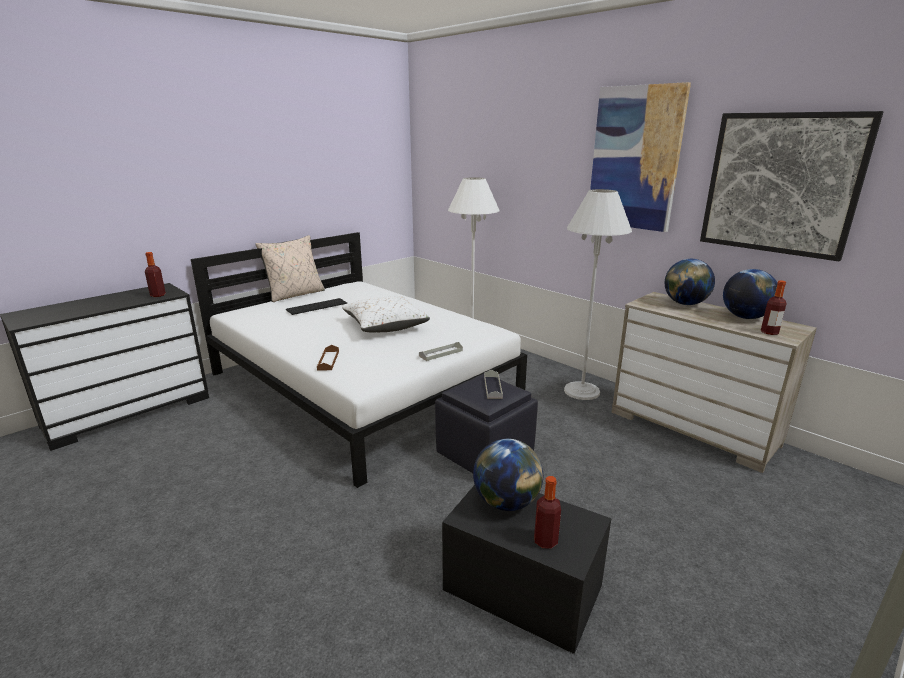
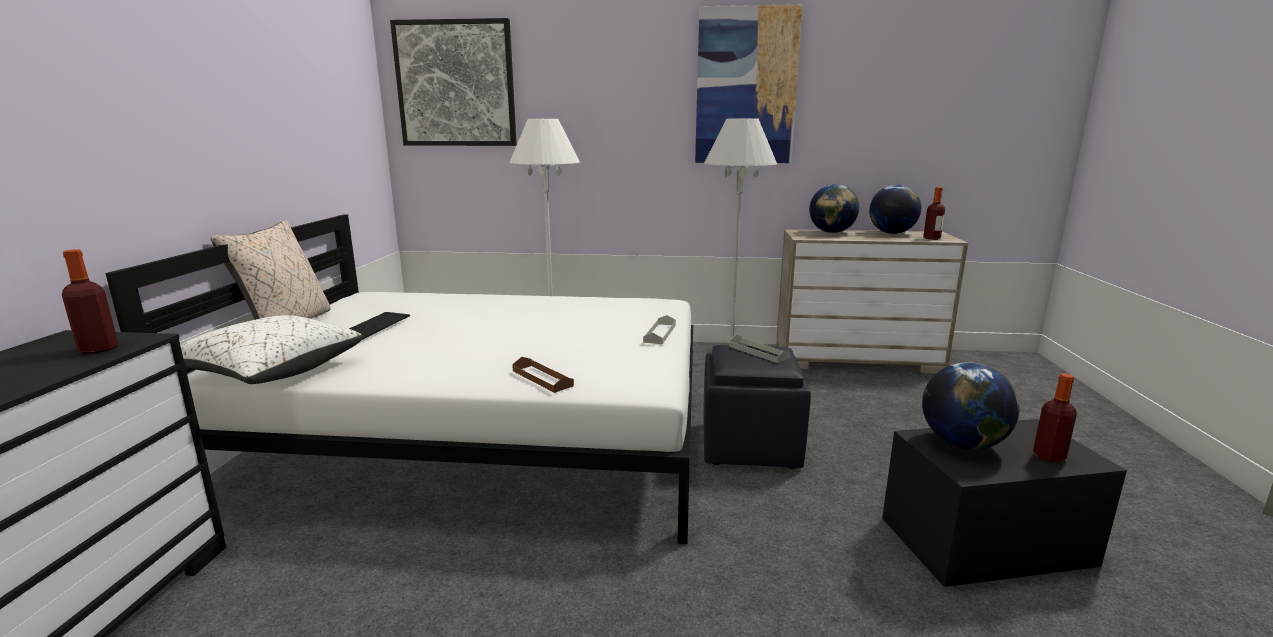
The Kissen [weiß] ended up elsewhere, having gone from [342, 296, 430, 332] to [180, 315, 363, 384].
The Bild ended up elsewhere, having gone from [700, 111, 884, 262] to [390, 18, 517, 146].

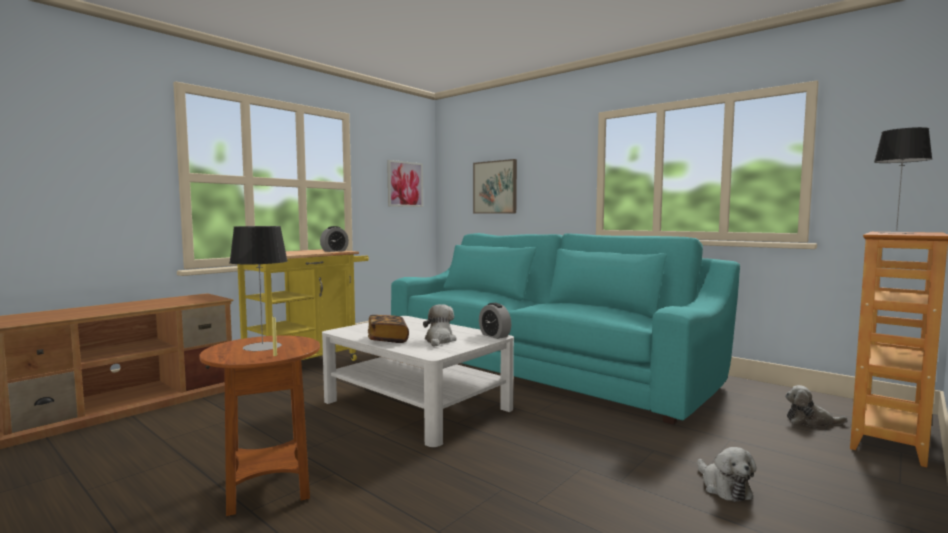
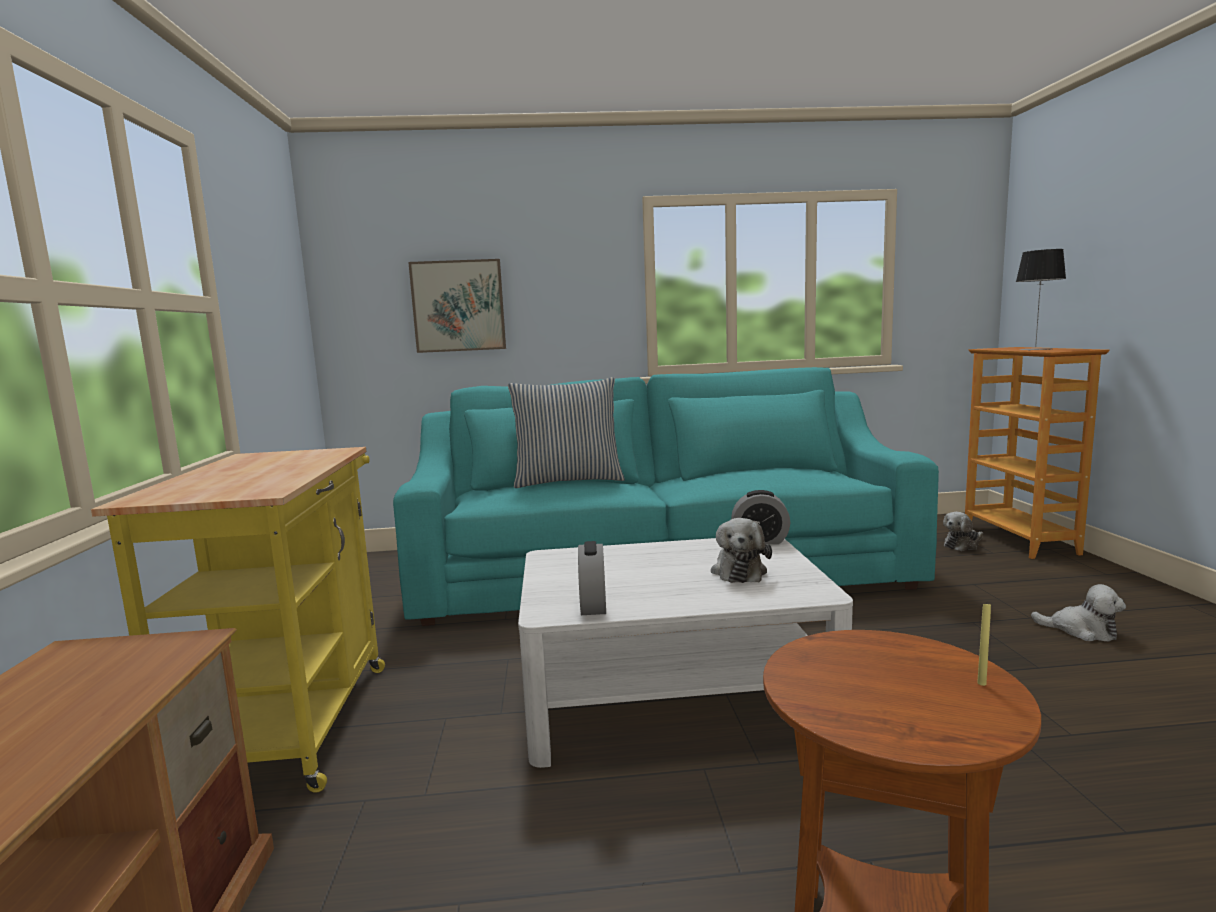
The second view gained the Kissen at [508, 377, 625, 488].
The Wecker ended up elsewhere, having gone from [320, 226, 349, 252] to [578, 541, 606, 615].
The Plüschtier at [423, 304, 457, 347] ended up facing another way, 135 degrees counterclockwise from before.
The second view lost the Tischlampe at [229, 226, 287, 352].
The second view lost the Buch at [368, 315, 409, 343].
The second view lost the Bild at [387, 160, 423, 207].

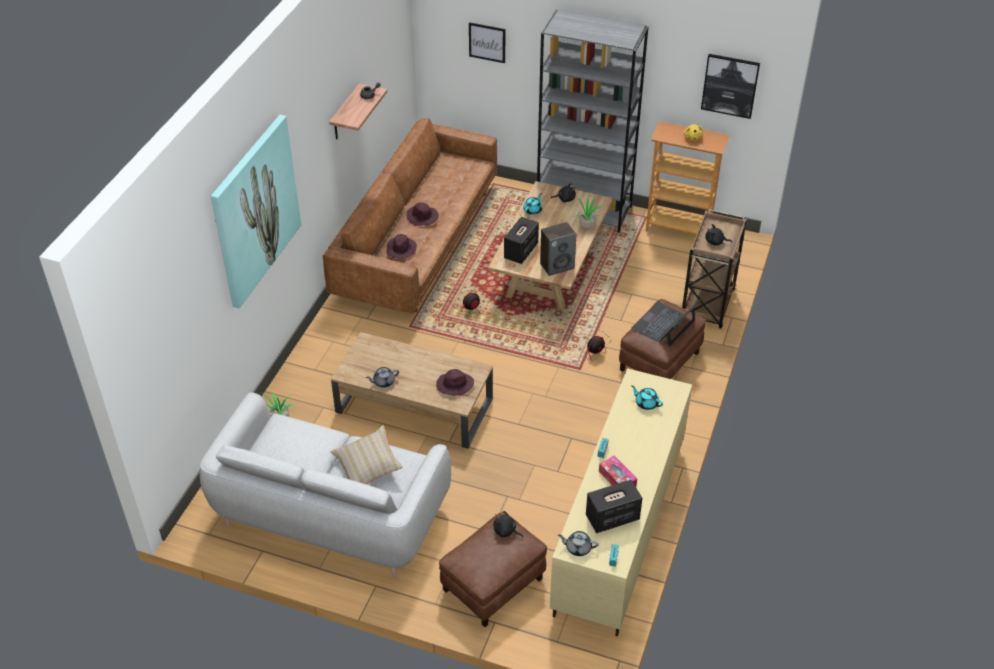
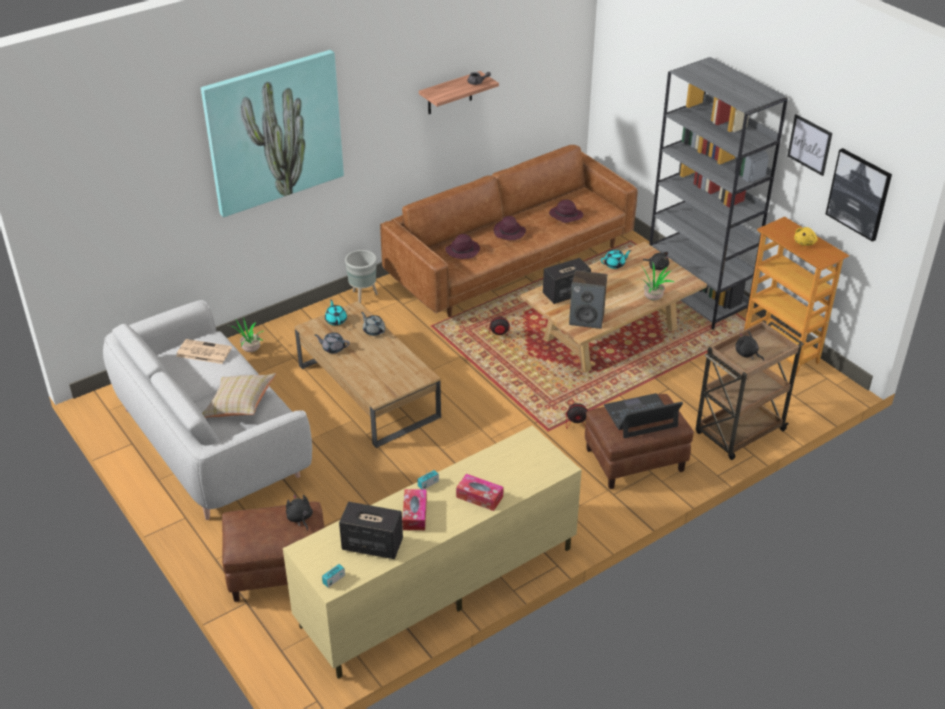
The second view gained the Zeitung at [176, 339, 232, 364].
The Teekanne [türkis] ended up elsewhere, having gone from [631, 385, 663, 410] to [325, 299, 347, 325].
The second view gained the Pflanzkübel [grau] at [345, 250, 378, 303].
The Teekanne [grau] ended up elsewhere, having gone from [558, 531, 599, 556] to [361, 312, 385, 336].
The second view gained the Taschentuchbox at [456, 474, 503, 511].
The Hut [lila] ended up elsewhere, having gone from [436, 369, 474, 396] to [549, 200, 583, 223].
The Bild ended up elsewhere, having gone from [469, 22, 505, 63] to [787, 114, 832, 176].

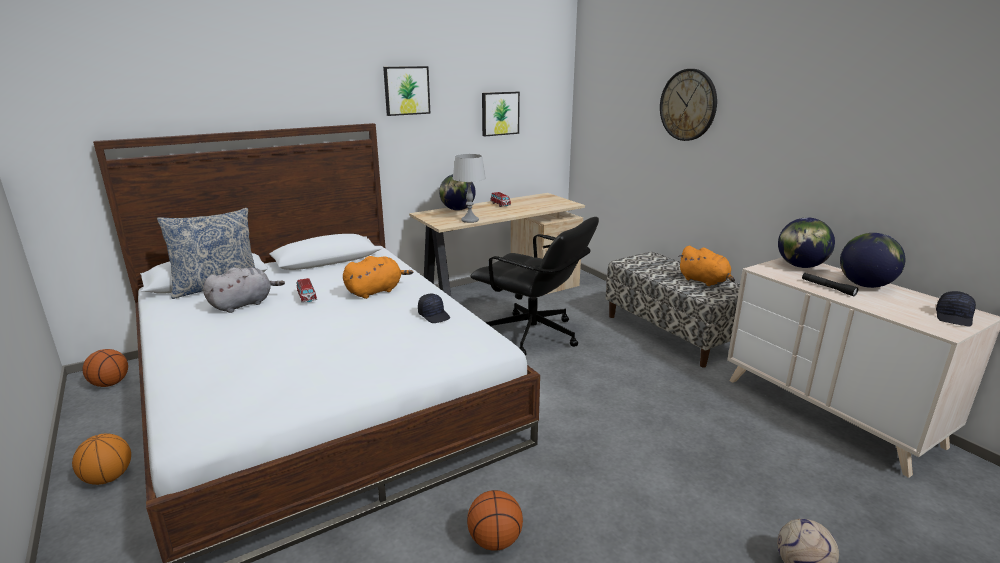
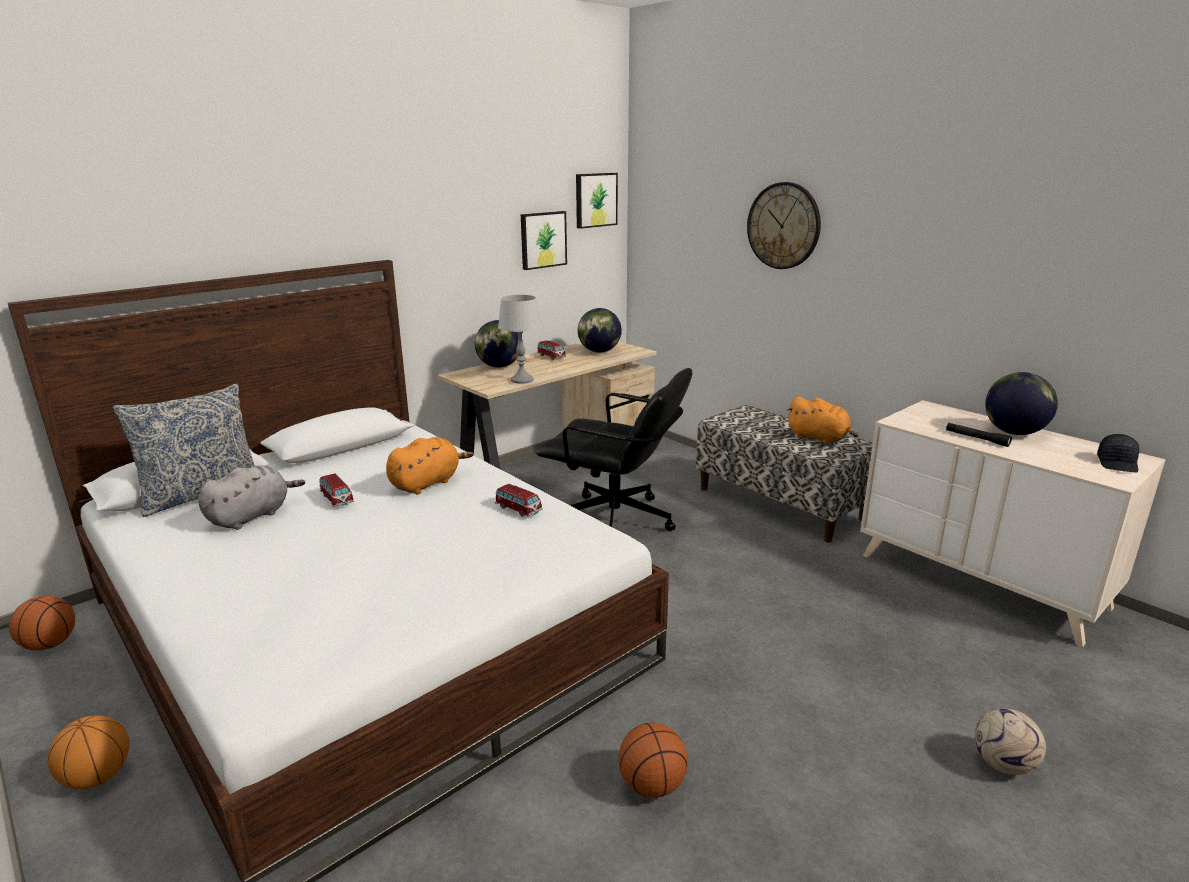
Where the Kappe [schwarz] stood at [418, 294, 450, 323], the Spielzeugauto came to stand at [495, 484, 542, 517].
The Bild ended up elsewhere, having gone from [383, 66, 431, 116] to [576, 173, 618, 229].
The Globus ended up elsewhere, having gone from [778, 218, 835, 268] to [578, 308, 622, 353].

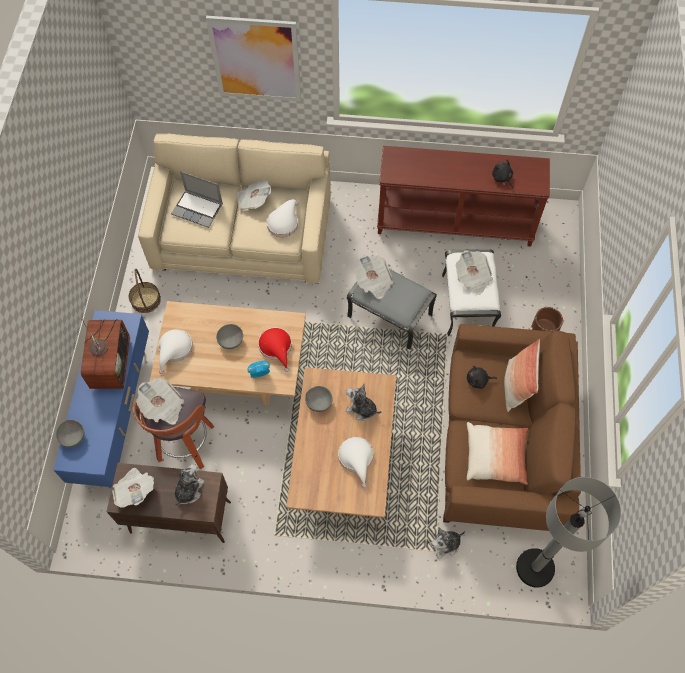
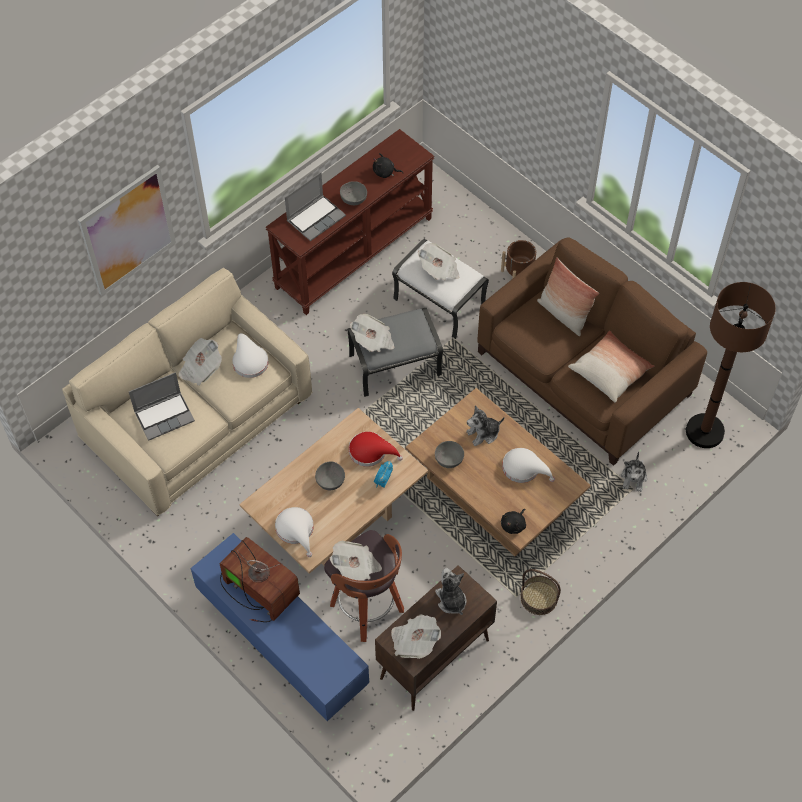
The second view gained the Laptop at [285, 172, 346, 241].
The Schüssel [grau] ended up elsewhere, having gone from [56, 420, 84, 448] to [340, 181, 367, 205].
The Plüschtier [schwarz] ended up elsewhere, having gone from [467, 366, 497, 389] to [501, 509, 526, 534].
The Korb ended up elsewhere, having gone from [129, 269, 161, 313] to [520, 569, 561, 615].
What was the Stehlampe [grau] at [516, 477, 621, 588] turned into the Stehlampe [braun] at [686, 282, 776, 448].

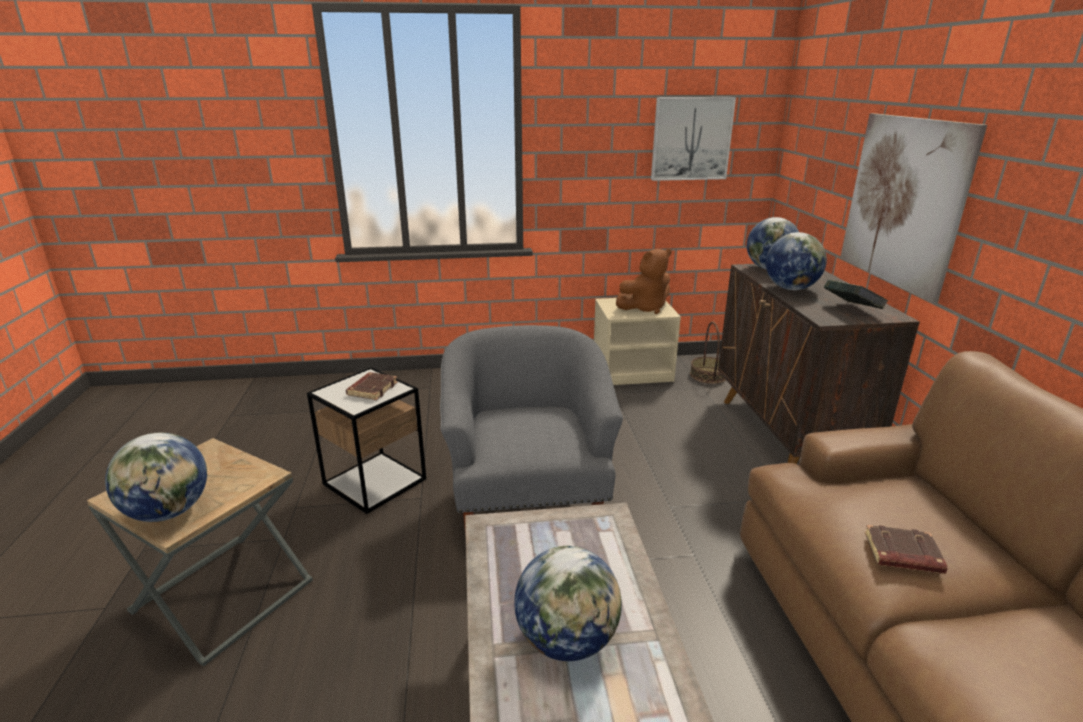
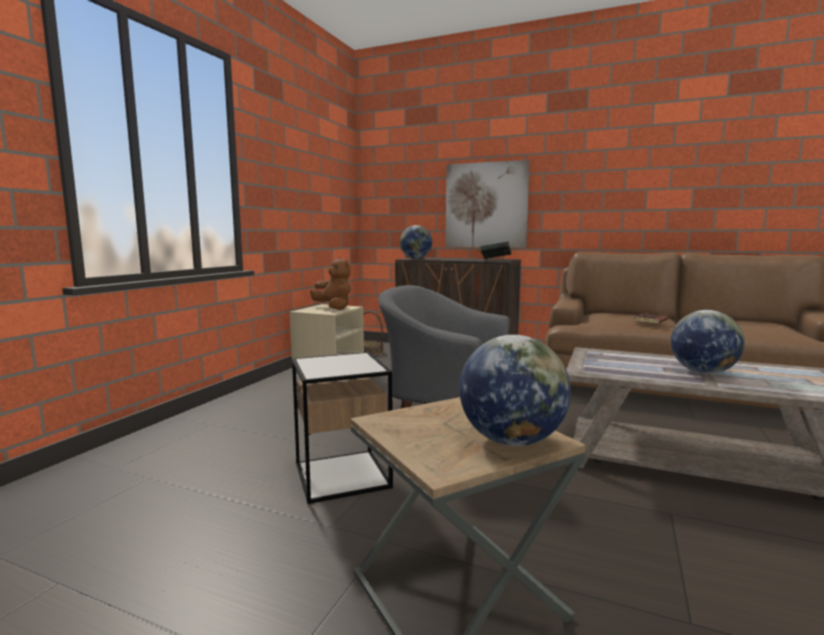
The Plüschtier [braun] at [616, 249, 671, 314] ended up facing another way, 45 degrees counterclockwise from before.
The second view lost the Buch [braun] at [346, 372, 398, 400].
The second view lost the Bild at [651, 97, 736, 181].
The second view lost the Globus at [766, 232, 827, 290].

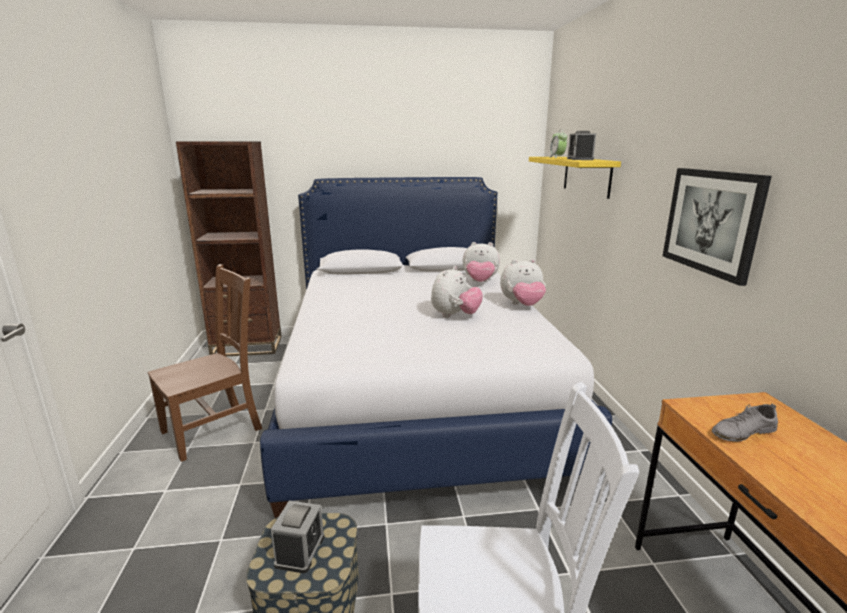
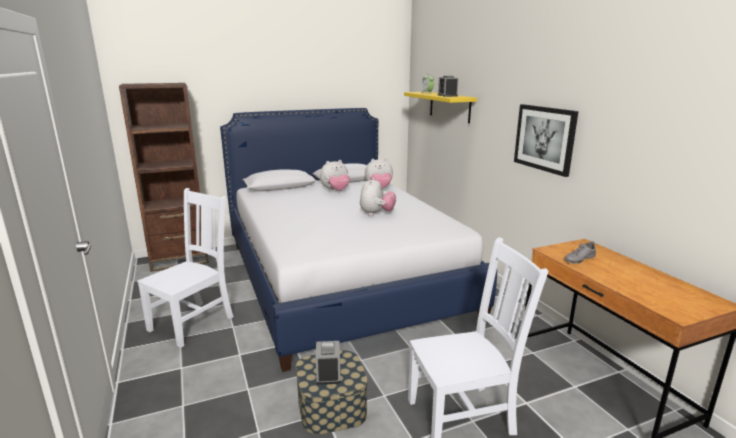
What was the Stuhl [braun] at [148, 264, 262, 462] turned into the Stuhl [weiß] at [137, 188, 234, 348].
The Plüschtier ended up elsewhere, having gone from [500, 259, 546, 306] to [320, 160, 350, 191].

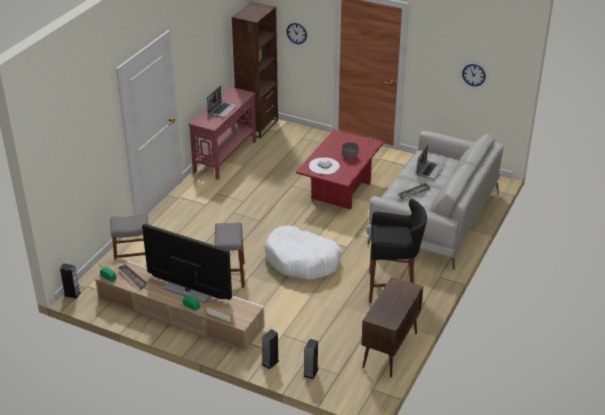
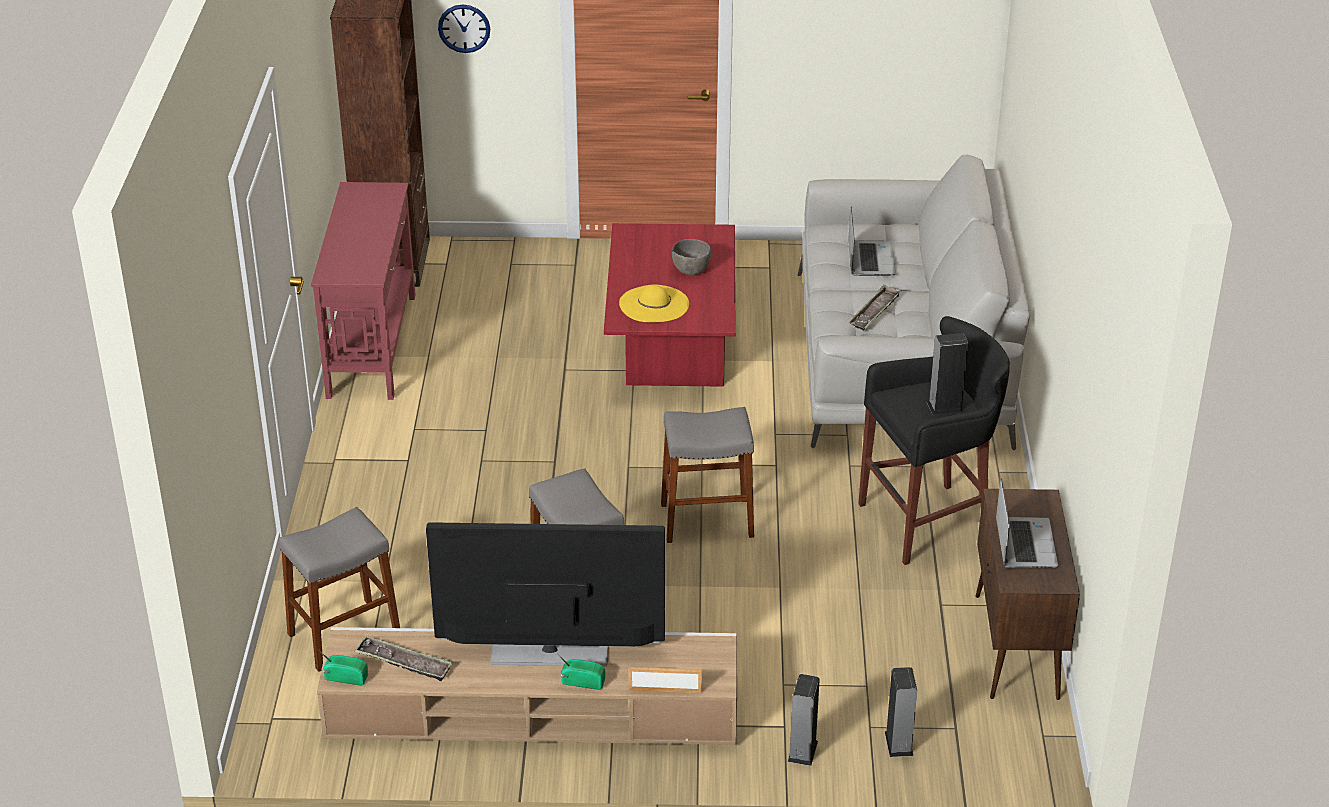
What was the Hut [weiß] at [309, 158, 340, 174] turned into the Hut [gelb] at [619, 285, 689, 322].
Where the Hundebett [weiß] stood at [265, 226, 342, 280], the Hocker [grau] came to stand at [661, 407, 754, 543].
The Lautsprecher ended up elsewhere, having gone from [60, 263, 81, 299] to [927, 333, 968, 415].
The Laptop ended up elsewhere, having gone from [207, 86, 237, 118] to [996, 478, 1058, 568].
The second view lost the Wanduhr at [462, 64, 486, 86].

